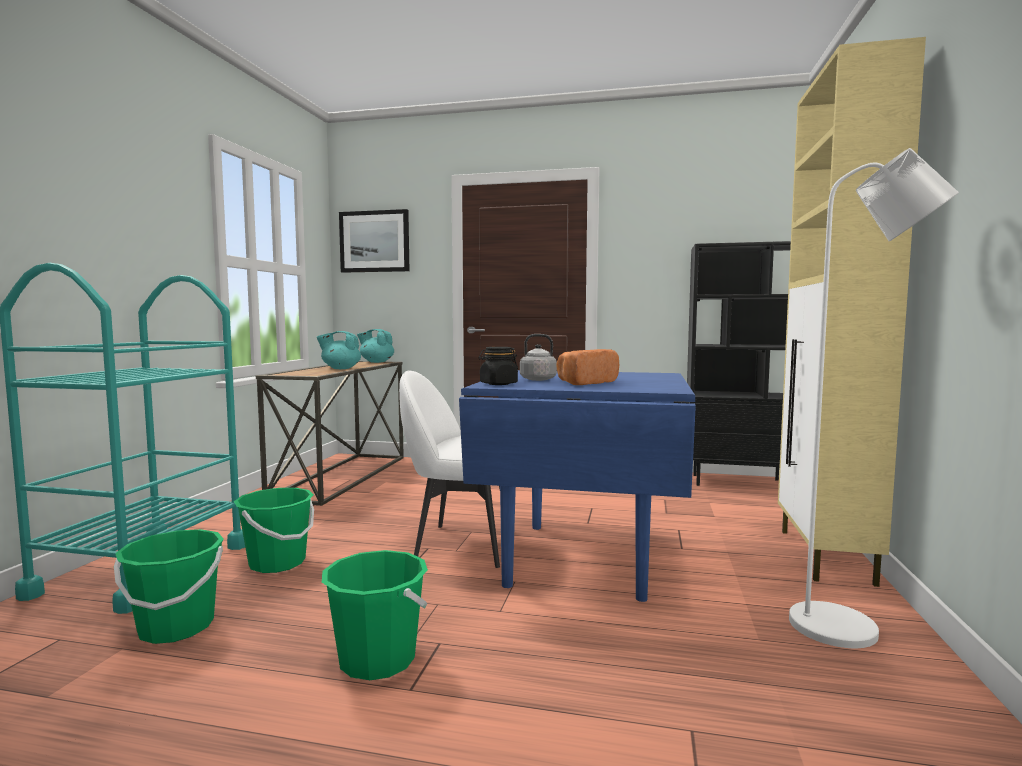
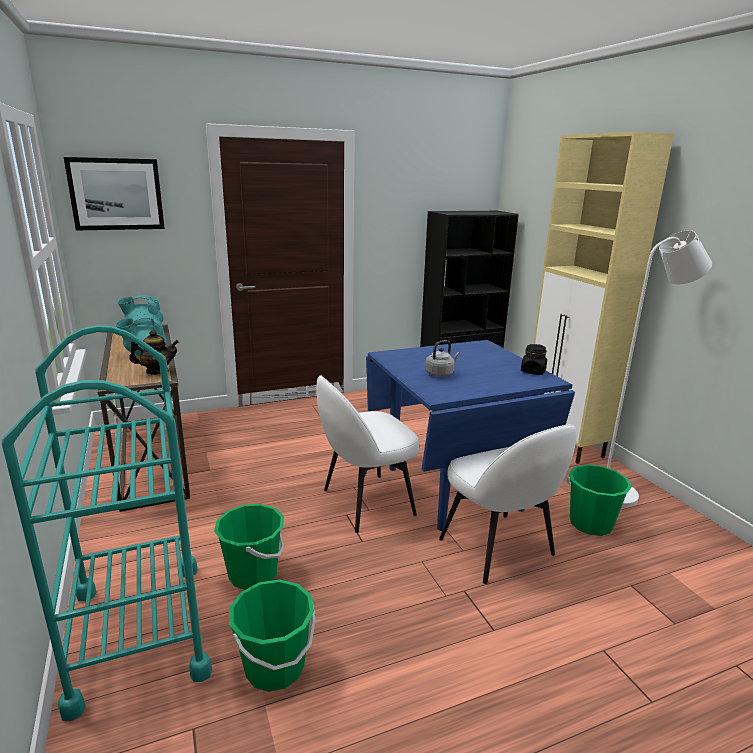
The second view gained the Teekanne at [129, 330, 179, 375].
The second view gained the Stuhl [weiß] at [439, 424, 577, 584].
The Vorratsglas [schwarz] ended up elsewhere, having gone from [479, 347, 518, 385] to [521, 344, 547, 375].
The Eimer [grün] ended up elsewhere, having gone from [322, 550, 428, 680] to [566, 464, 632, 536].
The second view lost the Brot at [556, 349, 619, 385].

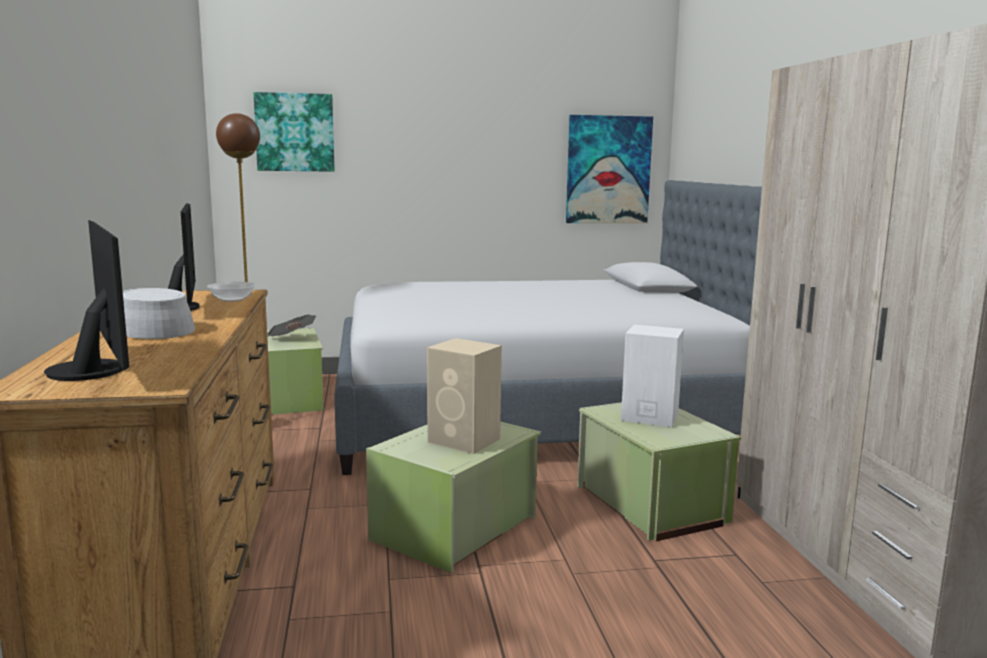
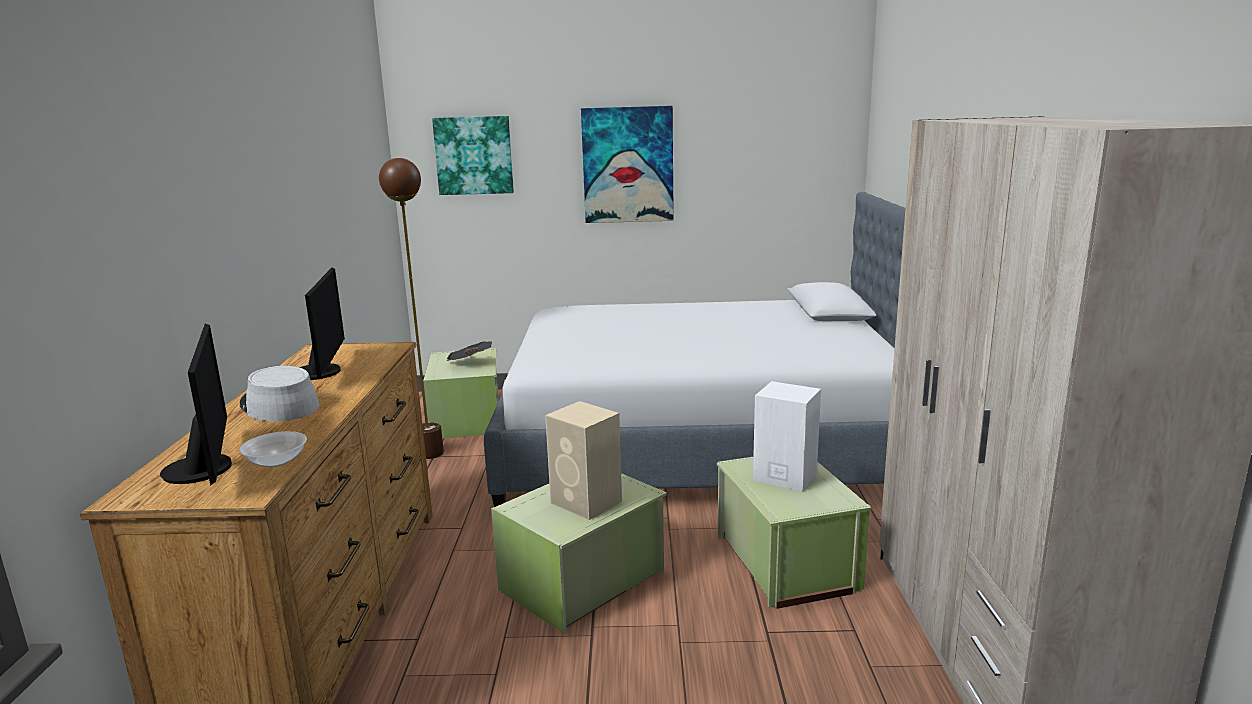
The Schüssel ended up elsewhere, having gone from [207, 282, 256, 302] to [239, 431, 307, 468].
The Bild ended up elsewhere, having gone from [566, 115, 653, 223] to [581, 106, 674, 223].

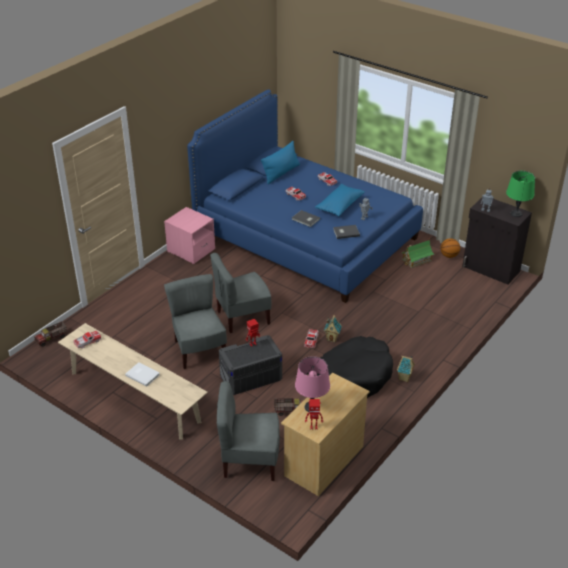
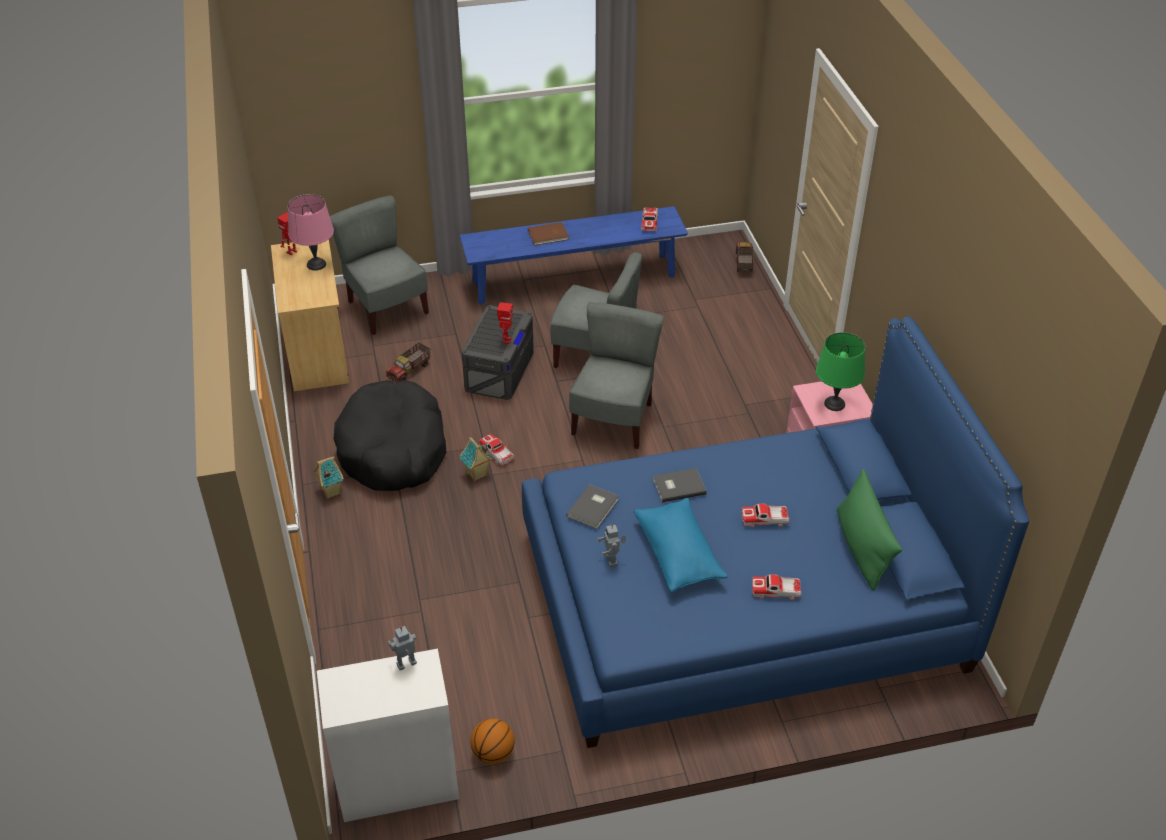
What was the Schrank [schwarz] at [462, 197, 532, 285] turned into the Schrank [weiß] at [317, 649, 459, 822].
The Stuhl [grau] at [217, 381, 280, 481] ended up facing another way, 75 degrees counterclockwise from before.
What was the Bank [beige] at [58, 323, 208, 440] turned into the Bank [blau] at [460, 206, 688, 305].
What was the Buch [weiß] at [125, 362, 160, 387] turned into the Buch [braun] at [528, 222, 569, 245].
The Tischlampe [grün] ended up elsewhere, having gone from [506, 171, 535, 217] to [816, 332, 865, 411].
What was the Kissen [blau] at [261, 141, 300, 184] turned into the Kissen [grün] at [837, 469, 902, 591].
The second view lost the Spielzeughaus at [402, 239, 434, 268].

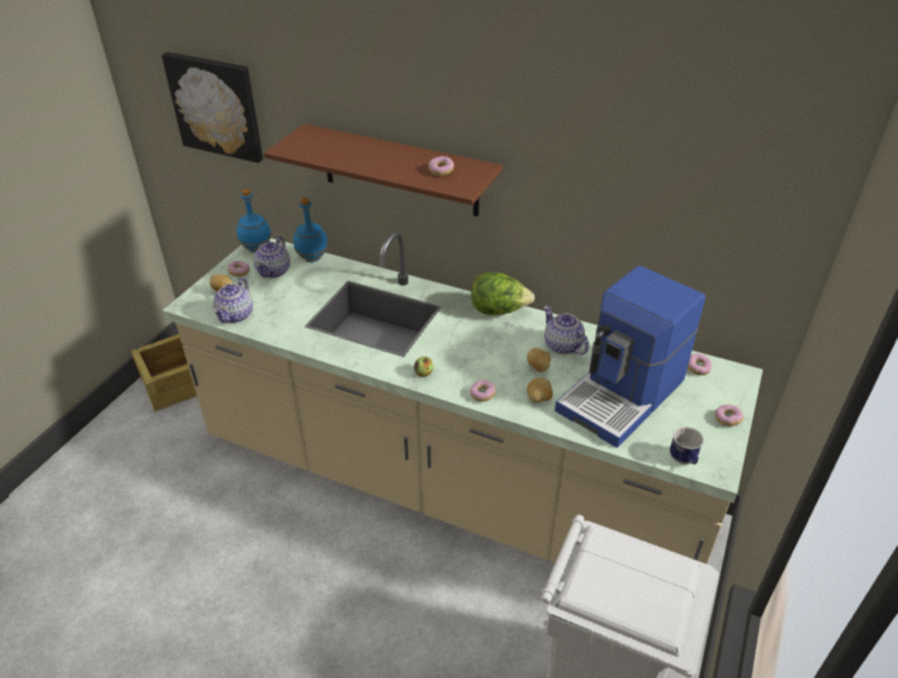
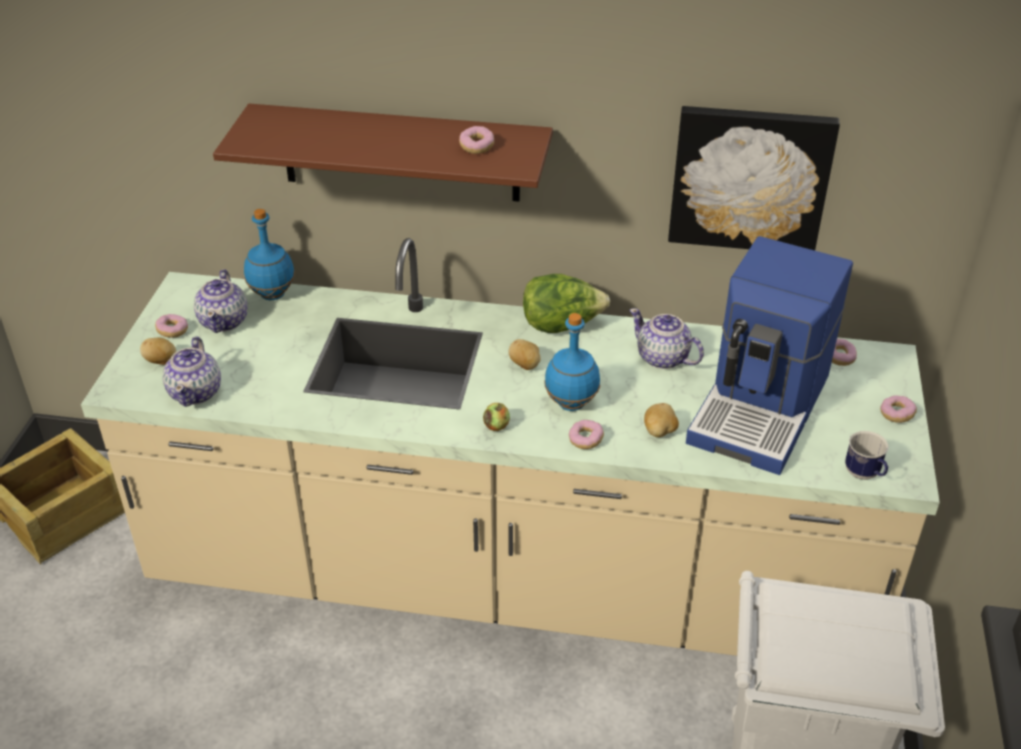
The Kartoffel ended up elsewhere, having gone from [527, 348, 551, 372] to [509, 339, 541, 370].
The Flasche [blau] ended up elsewhere, having gone from [236, 189, 272, 253] to [544, 313, 600, 411].
The Bild ended up elsewhere, having gone from [162, 52, 263, 163] to [668, 106, 840, 251].

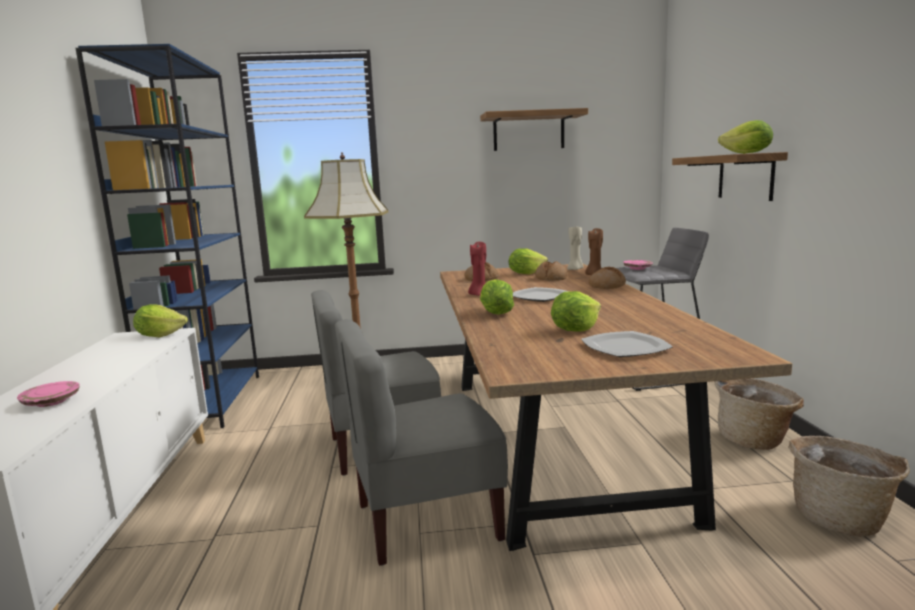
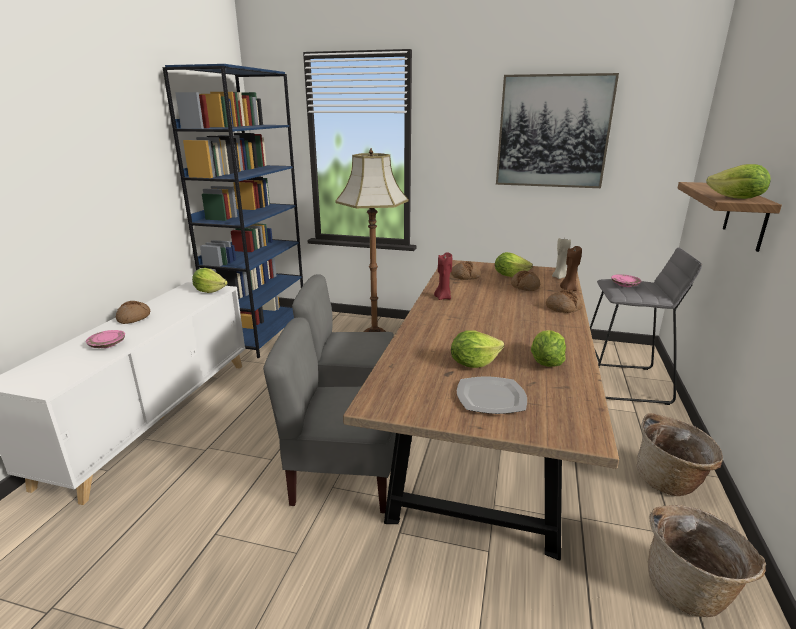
The second view gained the Brot at [116, 301, 151, 324].
Where the Wandregal hung at [480, 108, 588, 151], the Bild came to hang at [496, 73, 619, 188].
The Salatkopf ended up elsewhere, having gone from [480, 279, 514, 314] to [531, 330, 566, 367].
The second view lost the Teller at [513, 287, 569, 302].

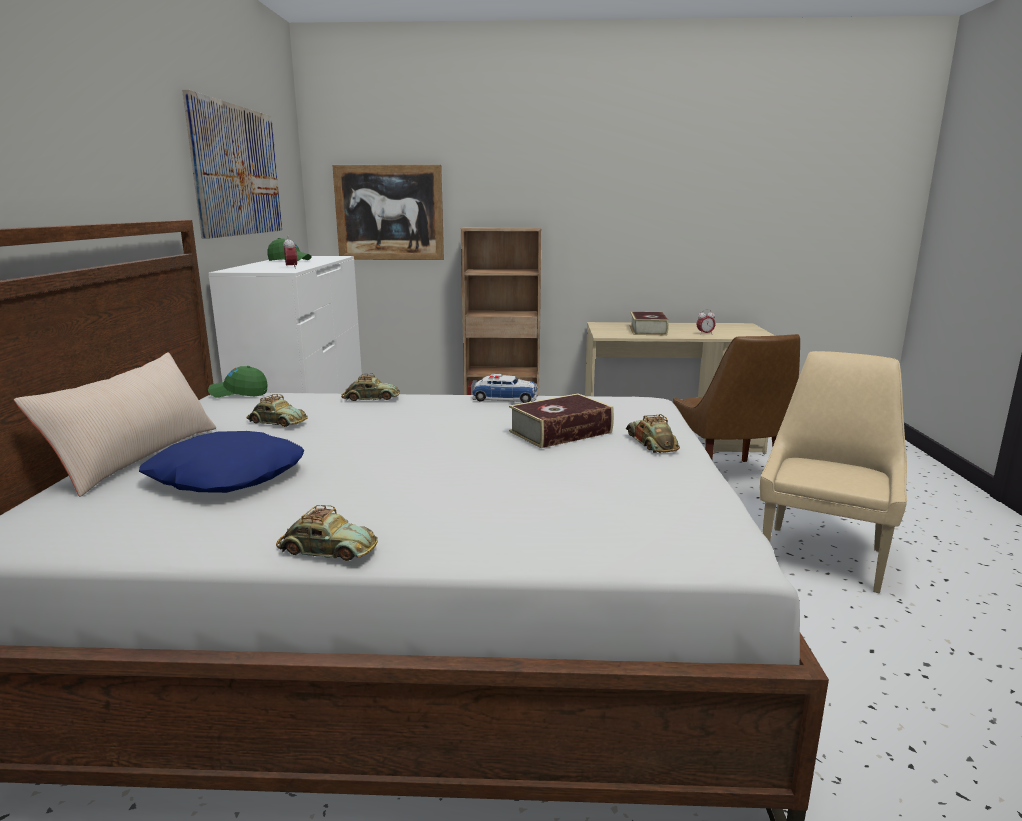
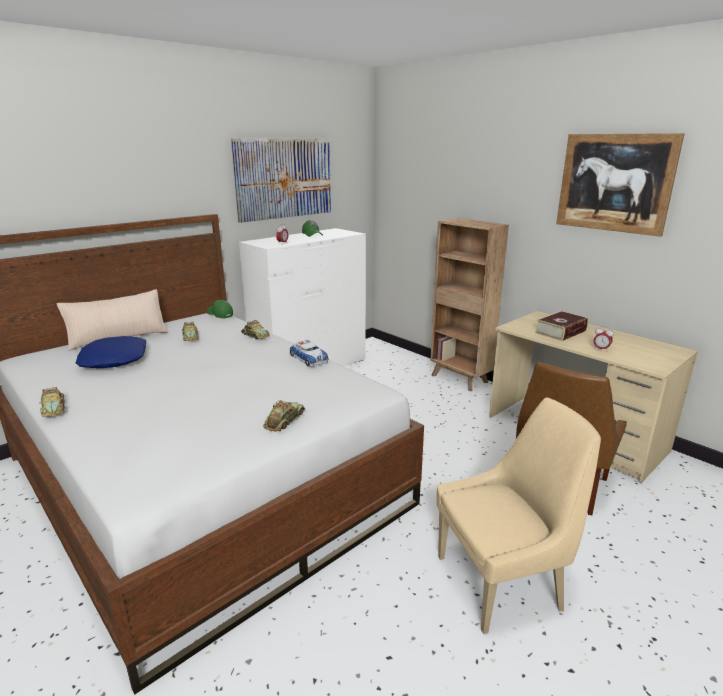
The Bild ended up elsewhere, having gone from [332, 165, 444, 260] to [556, 133, 685, 237].
The second view lost the Buch at [509, 394, 614, 448].

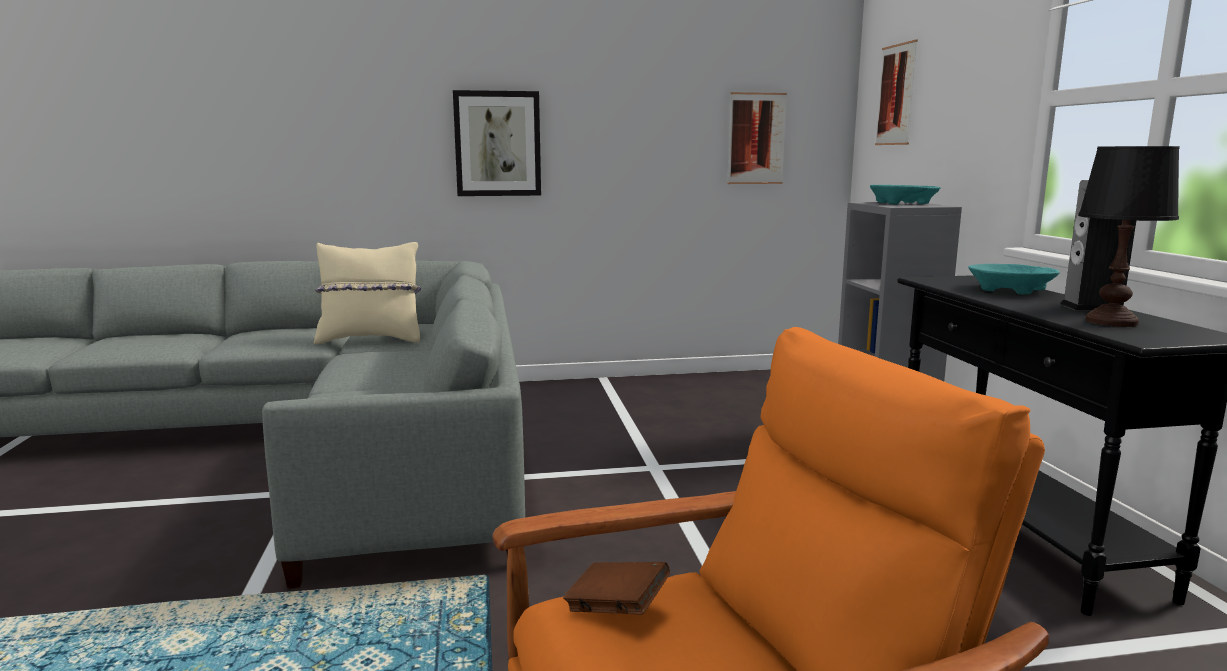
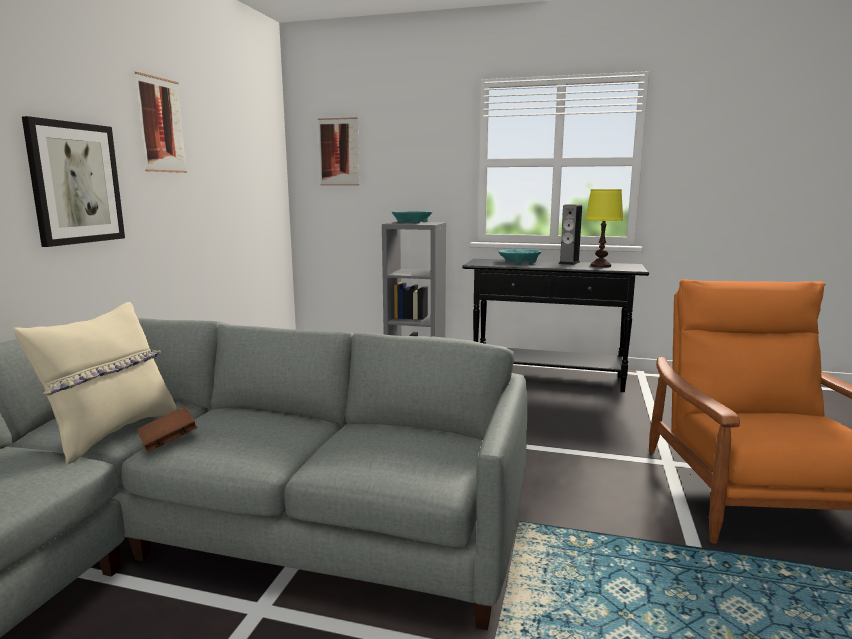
The Bild ended up elsewhere, having gone from [727, 92, 787, 184] to [135, 72, 187, 173].
The Buch [braun] ended up elsewhere, having gone from [563, 562, 670, 615] to [137, 406, 197, 452].
What was the Tischlampe [schwarz] at [1078, 146, 1180, 327] turned into the Tischlampe [gelb] at [585, 189, 623, 268].

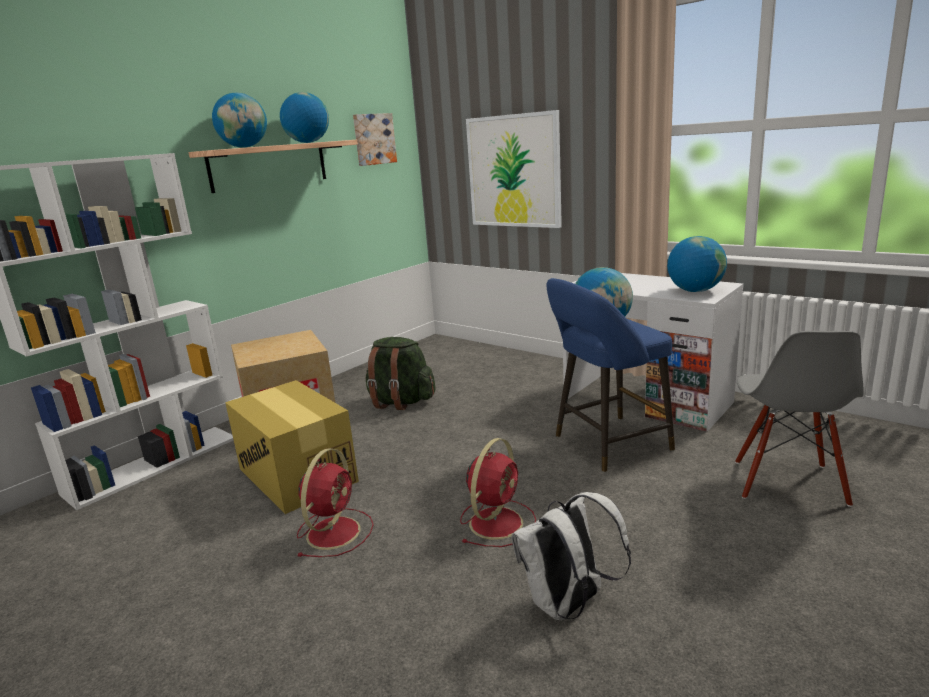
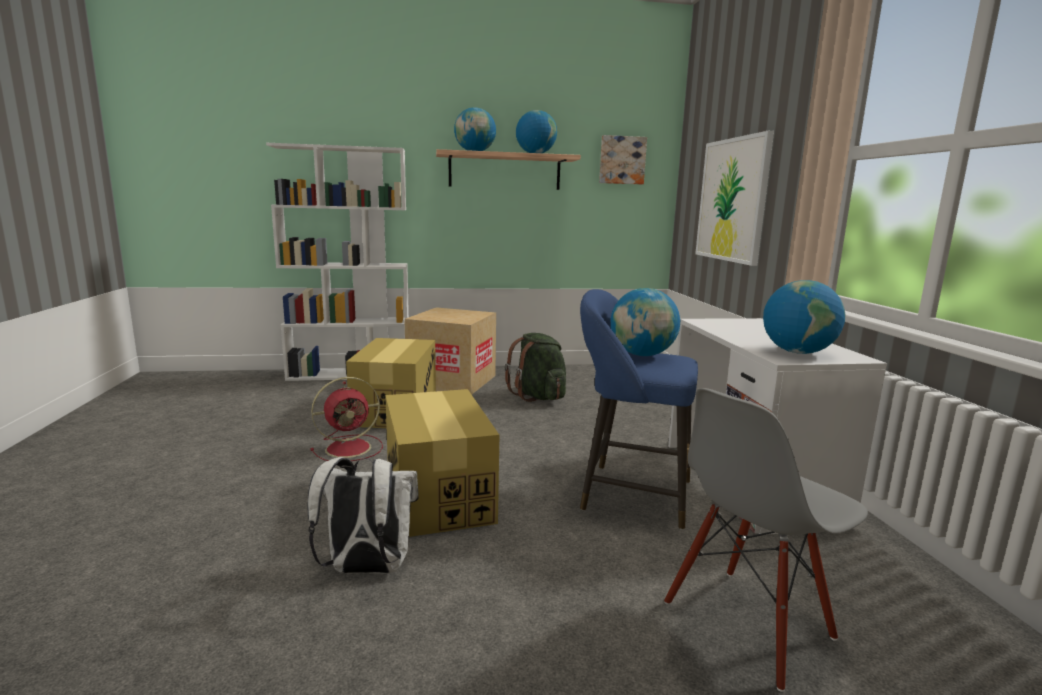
Where the Ventilator [rot] stood at [460, 438, 536, 547], the Karton came to stand at [385, 389, 499, 537].

